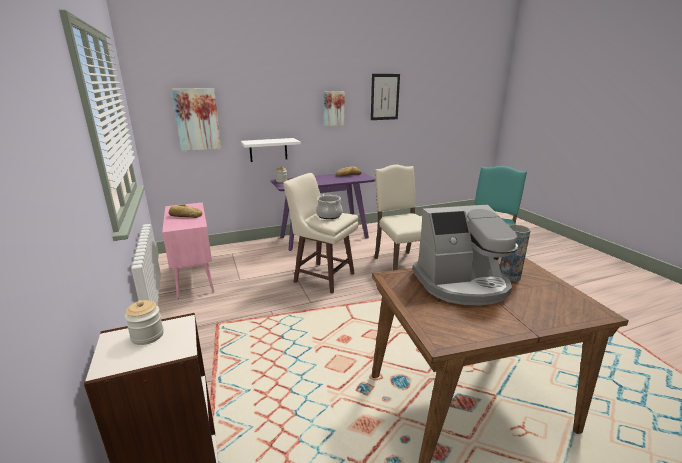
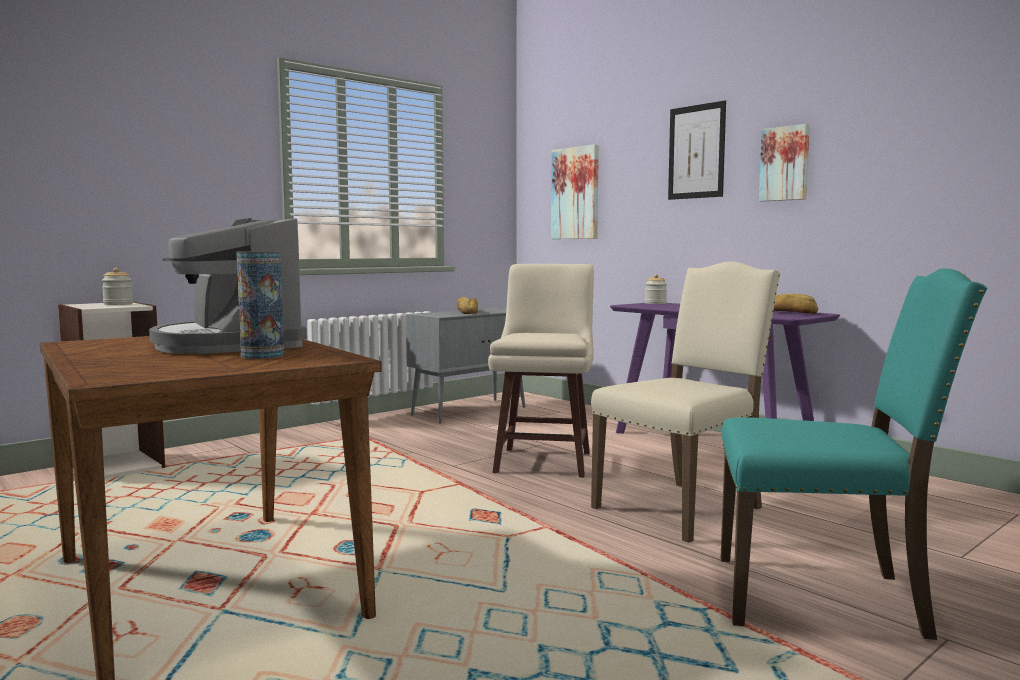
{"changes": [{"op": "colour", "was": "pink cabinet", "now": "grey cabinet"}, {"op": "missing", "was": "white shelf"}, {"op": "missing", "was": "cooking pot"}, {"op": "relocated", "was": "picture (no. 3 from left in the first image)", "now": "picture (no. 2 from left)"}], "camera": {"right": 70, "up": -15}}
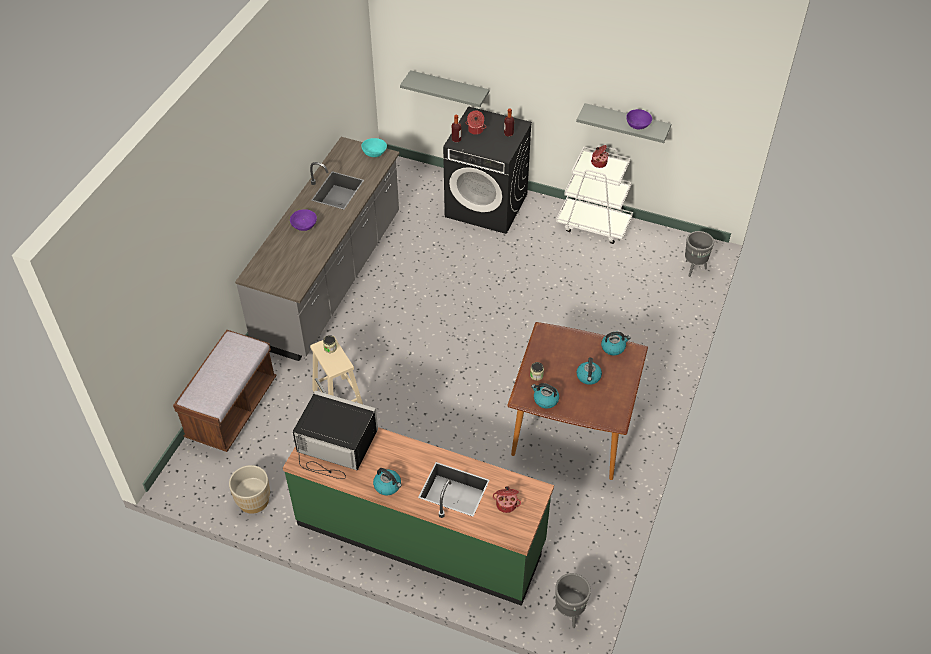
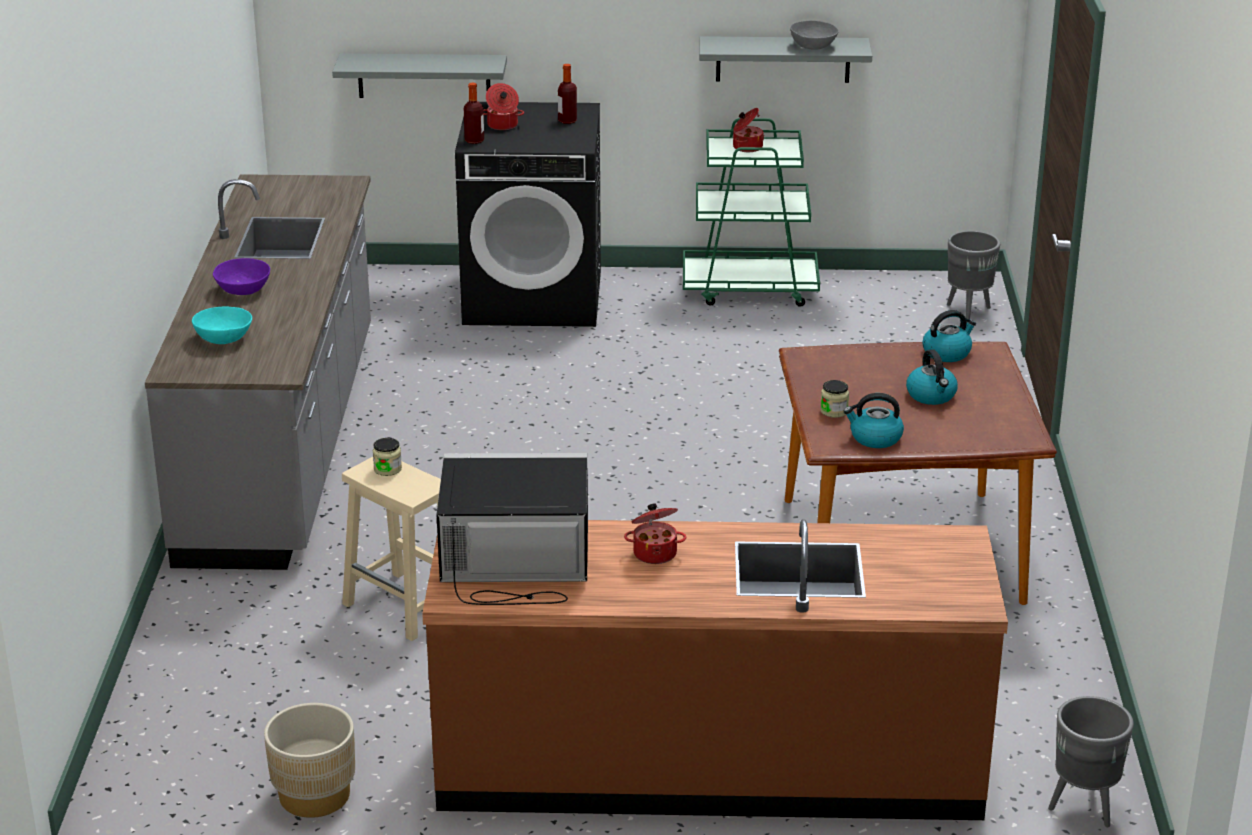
{"changes": [{"op": "missing", "was": "brown bench"}, {"op": "colour", "was": "green counter", "now": "brown counter"}, {"op": "relocated", "was": "turquoise bowl"}, {"op": "missing", "was": "kettle (no. 1 from left)"}, {"op": "relocated", "was": "cooking pot (no. 2 from left)"}, {"op": "colour", "was": "white cart", "now": "green cart"}, {"op": "colour", "was": "purple bowl (no. 2 from left)", "now": "grey bowl"}], "camera": {"right": -20, "up": -20}}
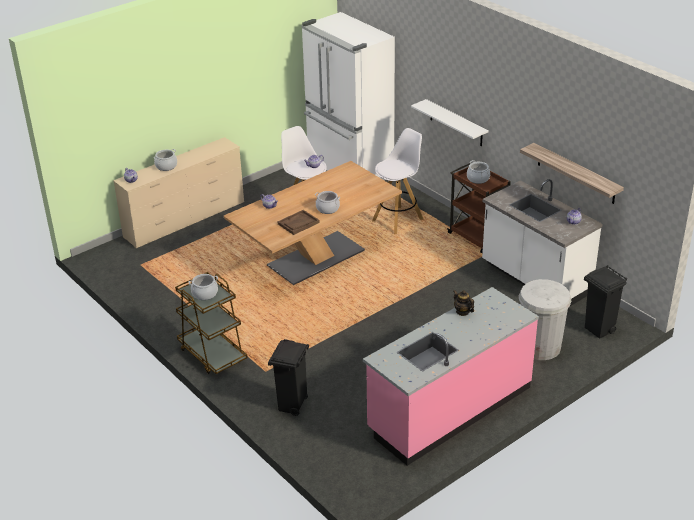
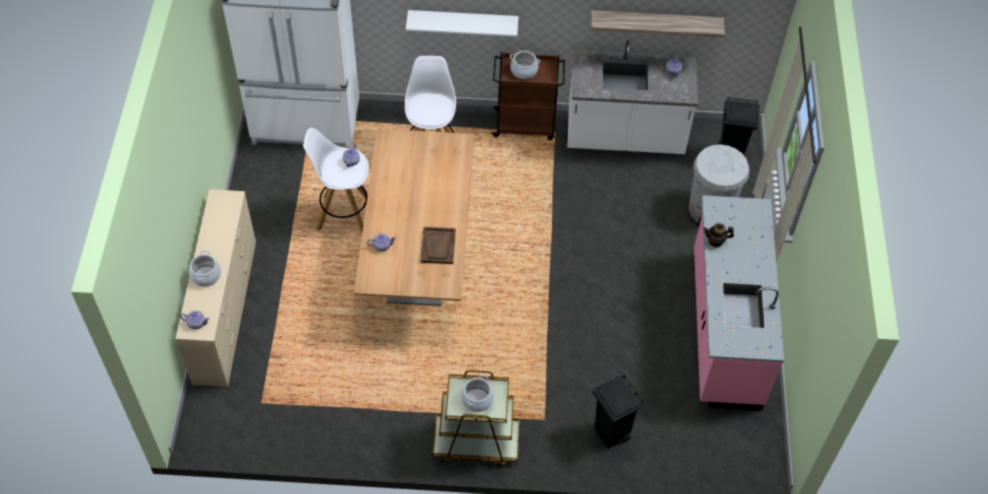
{"changes": [{"op": "missing", "was": "cooking pot (no. 3 from left)"}], "camera": {"right": -50, "up": 20}}
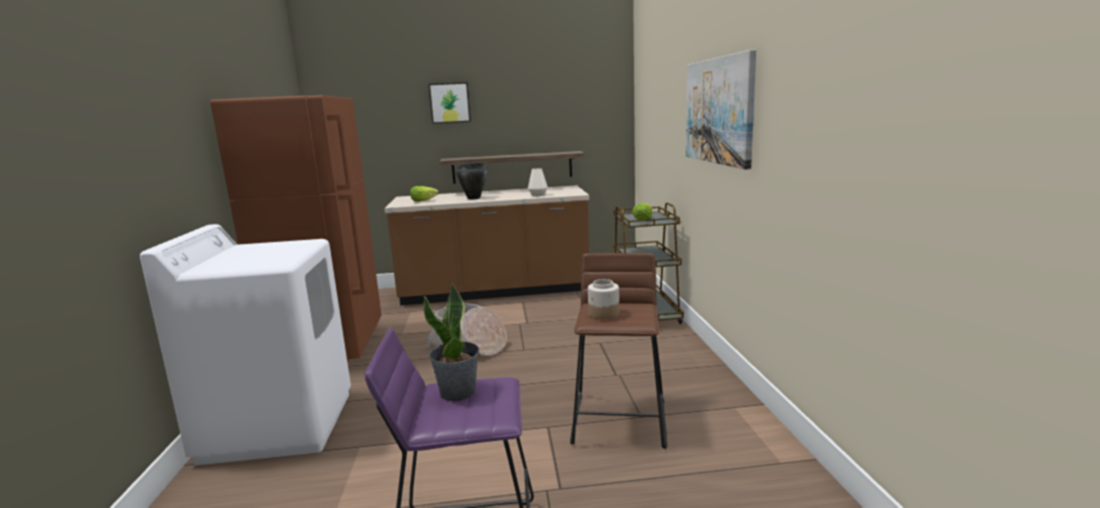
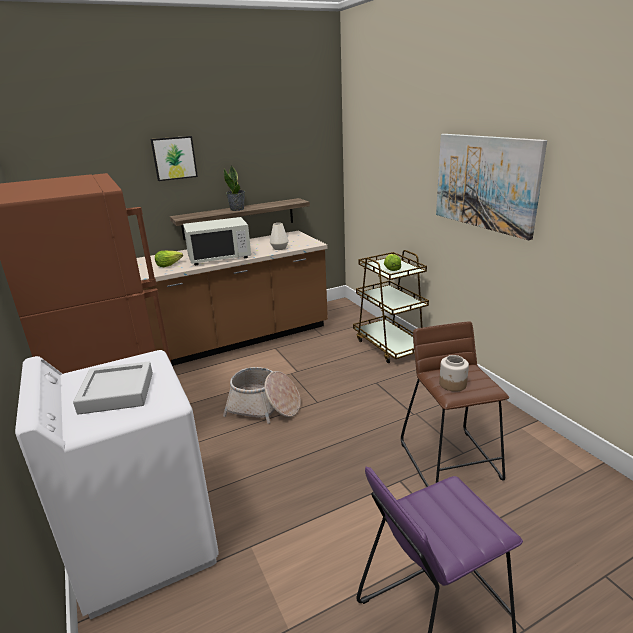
{"changes": [{"op": "relocated", "was": "potted plant"}, {"op": "exchanged", "was": "black cooking pot", "now": "white microwave"}, {"op": "appeared", "now": "grey tray"}], "camera": {"right": -20, "up": 10}}
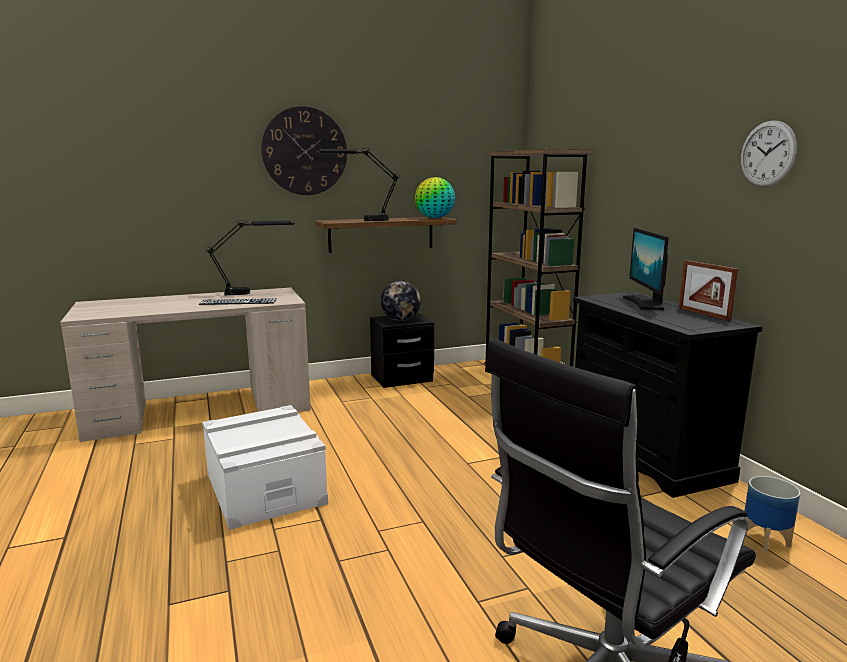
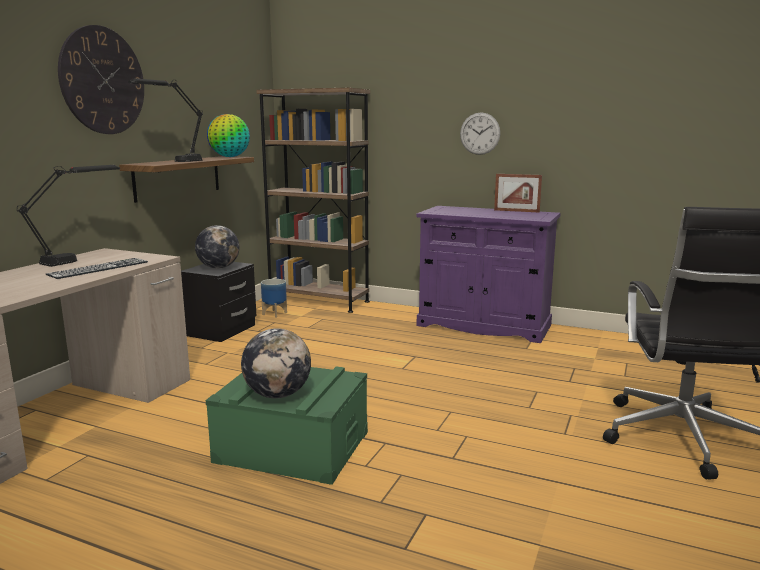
{"changes": [{"op": "colour", "was": "white storage box", "now": "green storage box"}, {"op": "colour", "was": "black cabinet", "now": "purple cabinet"}, {"op": "missing", "was": "monitor"}, {"op": "relocated", "was": "wall clock (no. 2 from left)"}, {"op": "relocated", "was": "planter"}, {"op": "appeared", "now": "globe (no. 3 from left)"}], "camera": {"right": -45, "up": 0}}
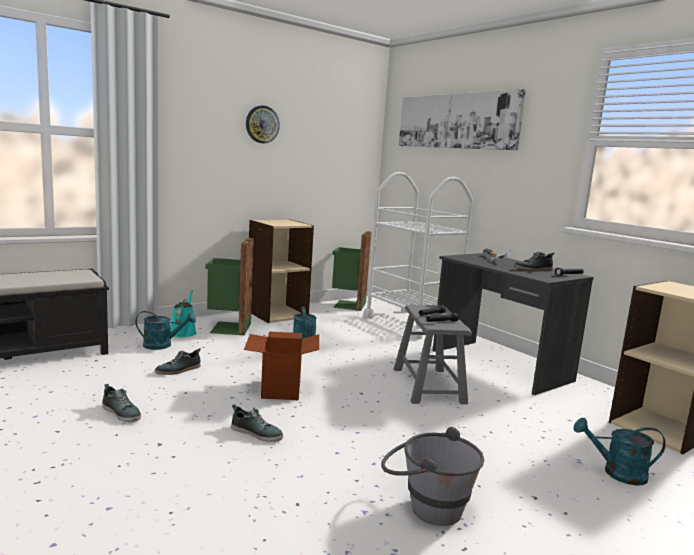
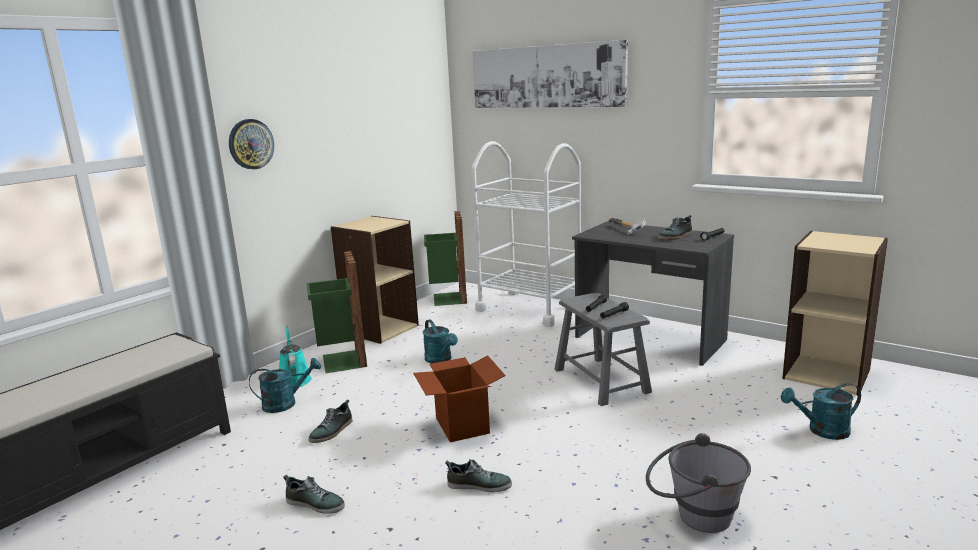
{"changes": [{"op": "relocated", "was": "wall clock"}], "camera": {"right": -15, "up": 5}}
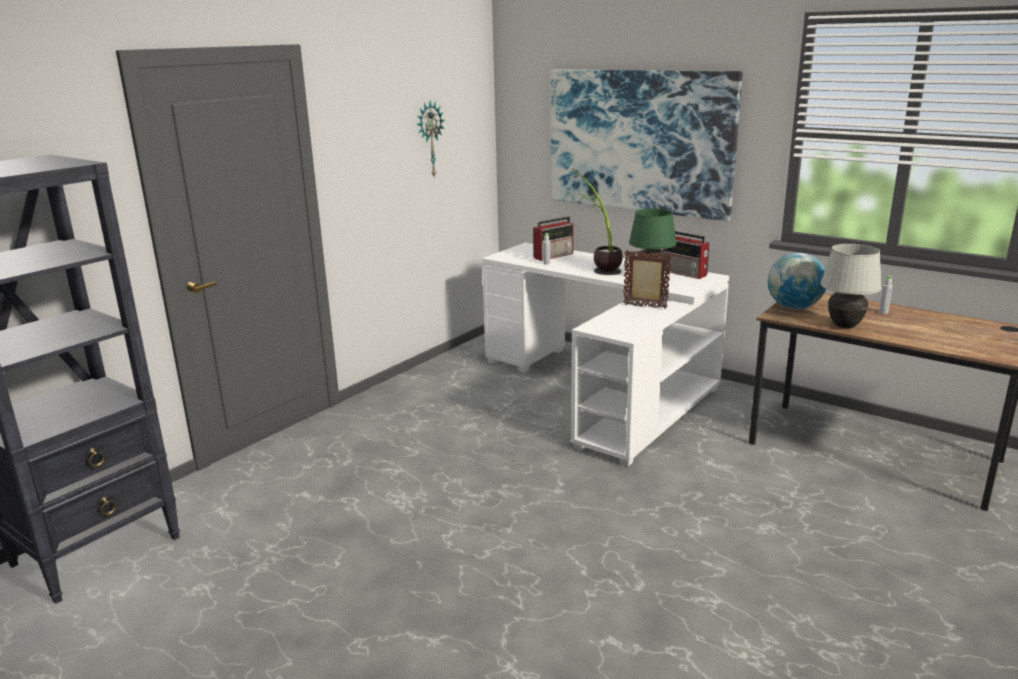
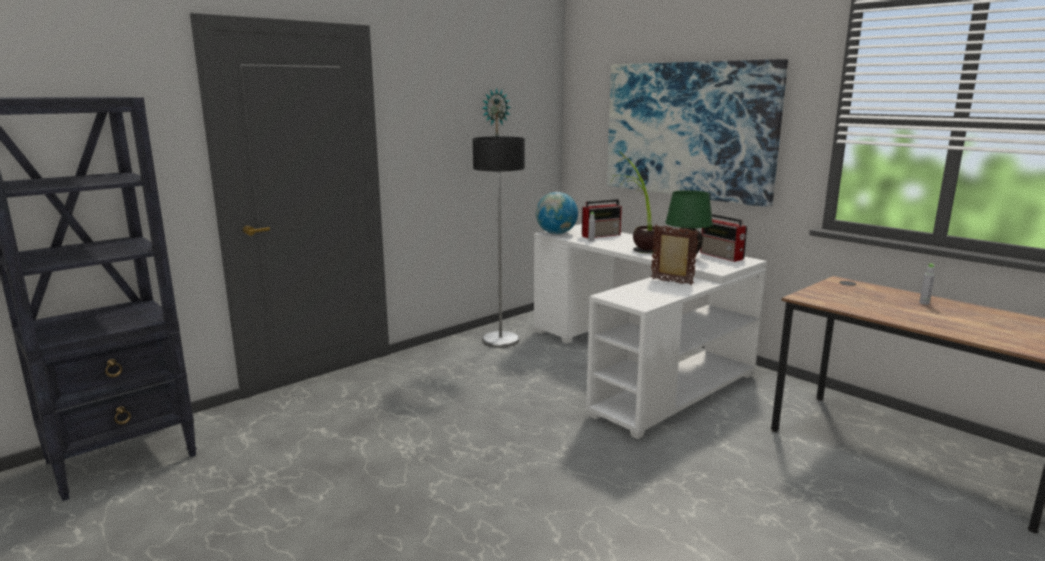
{"changes": [{"op": "relocated", "was": "globe"}, {"op": "missing", "was": "white table lamp"}, {"op": "appeared", "now": "floor lamp"}], "camera": {"right": 10, "up": -5}}
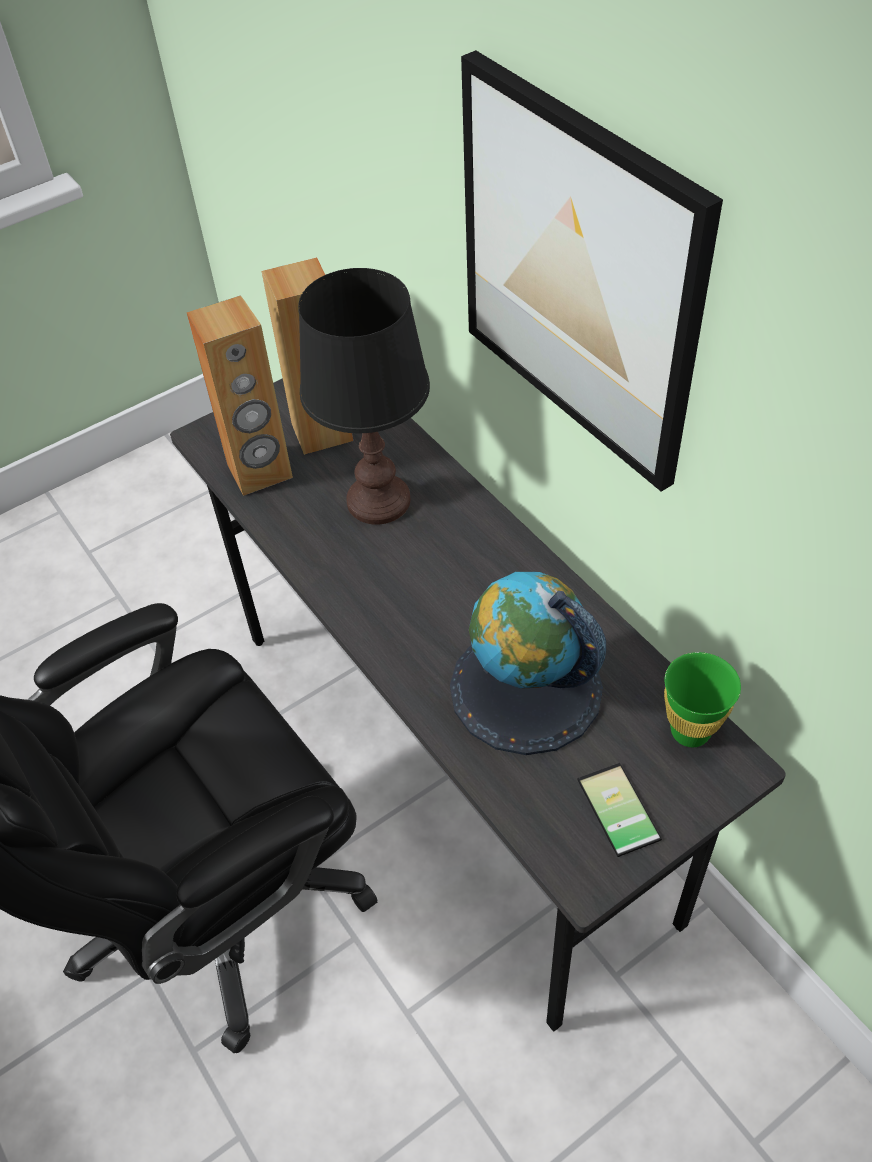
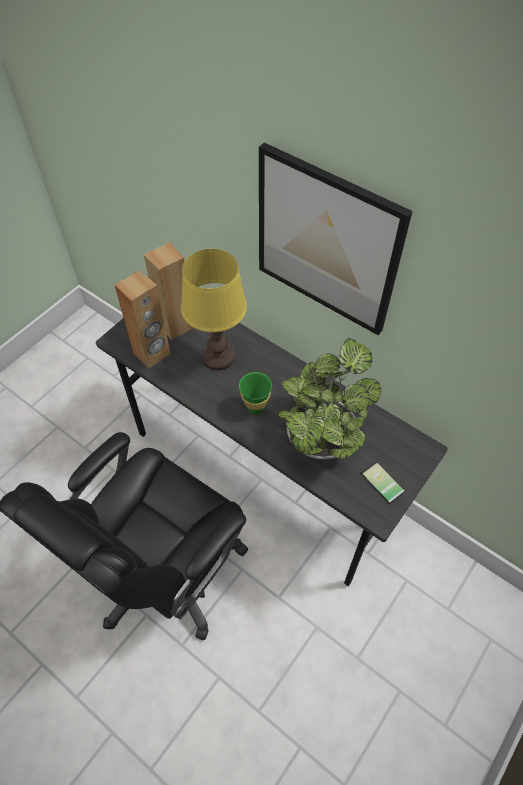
{"changes": [{"op": "colour", "was": "black table lamp", "now": "yellow table lamp"}, {"op": "exchanged", "was": "globe", "now": "potted plant"}, {"op": "relocated", "was": "green cup"}], "camera": {"right": -20, "up": 5}}
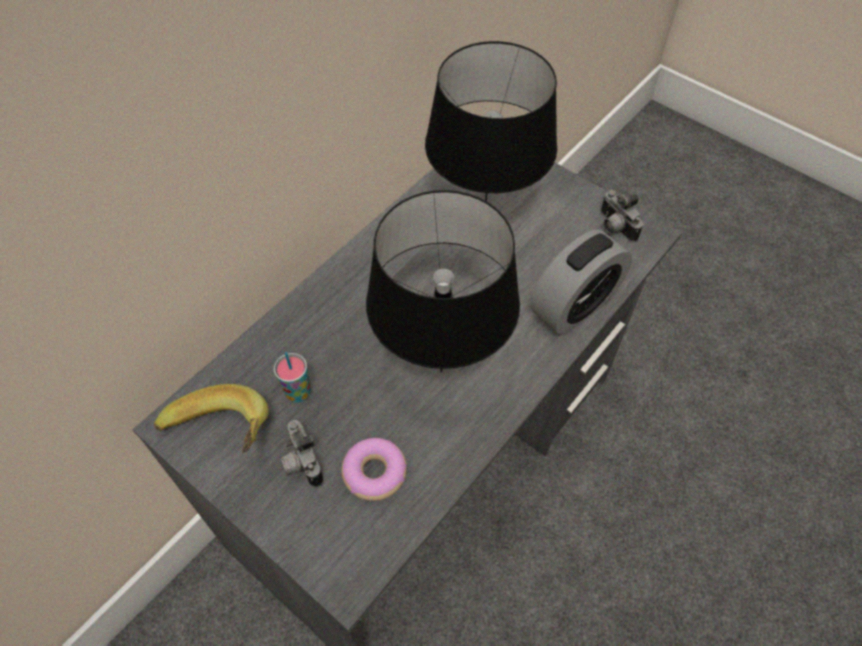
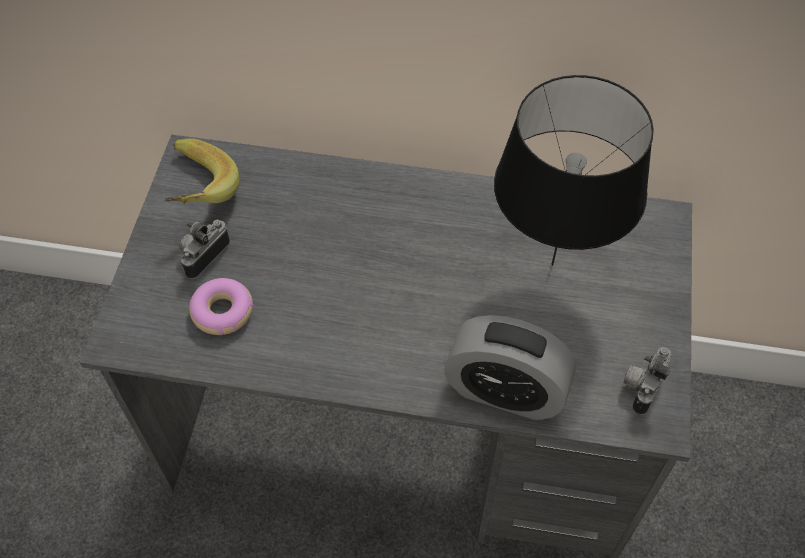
{"changes": [{"op": "missing", "was": "cup"}, {"op": "missing", "was": "black table lamp (no. 1 from left)"}], "camera": {"right": 60, "up": 0}}
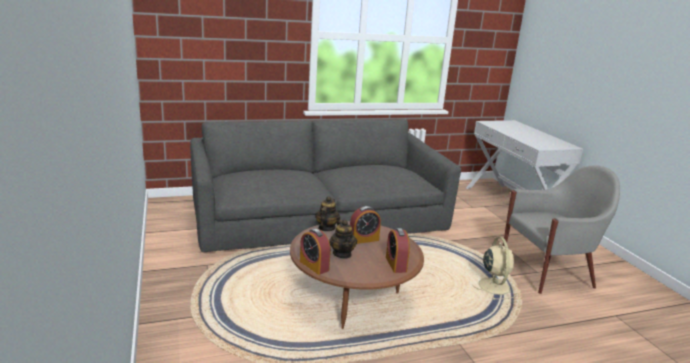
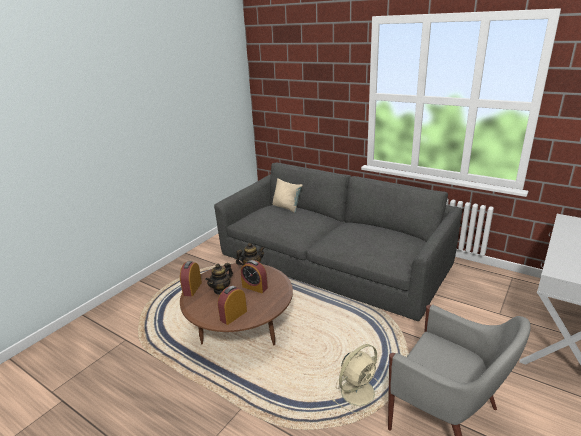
{"changes": [{"op": "appeared", "now": "beige pillow"}], "camera": {"right": 55, "up": 5}}
